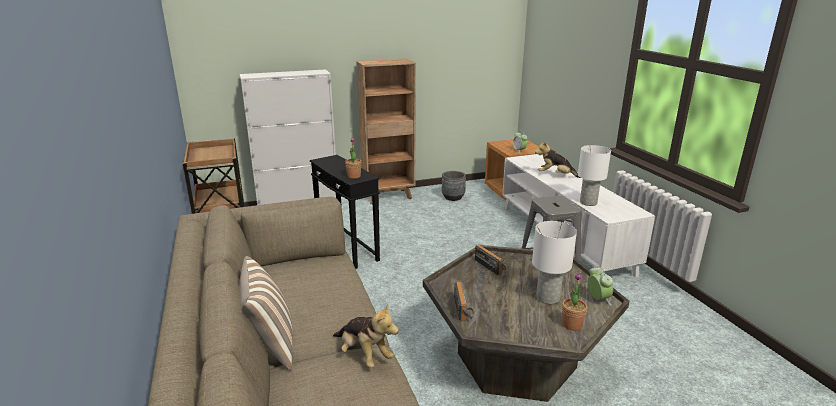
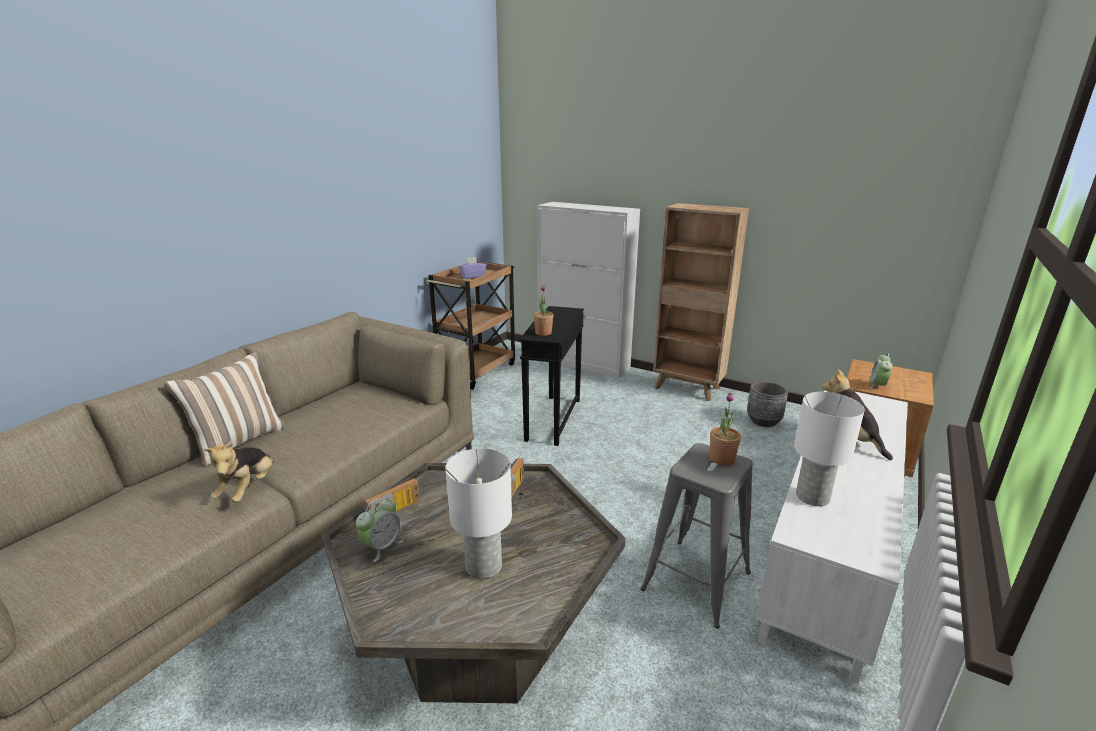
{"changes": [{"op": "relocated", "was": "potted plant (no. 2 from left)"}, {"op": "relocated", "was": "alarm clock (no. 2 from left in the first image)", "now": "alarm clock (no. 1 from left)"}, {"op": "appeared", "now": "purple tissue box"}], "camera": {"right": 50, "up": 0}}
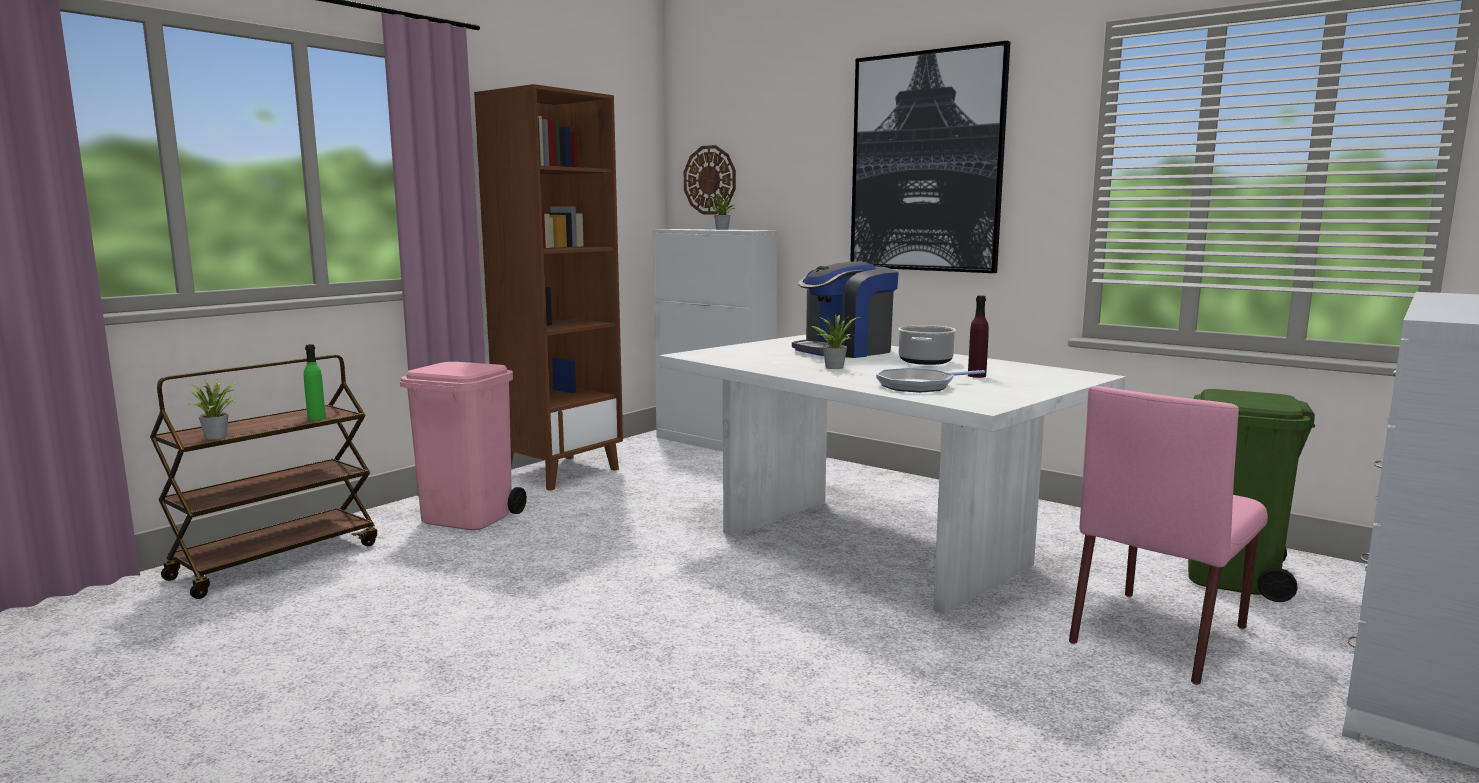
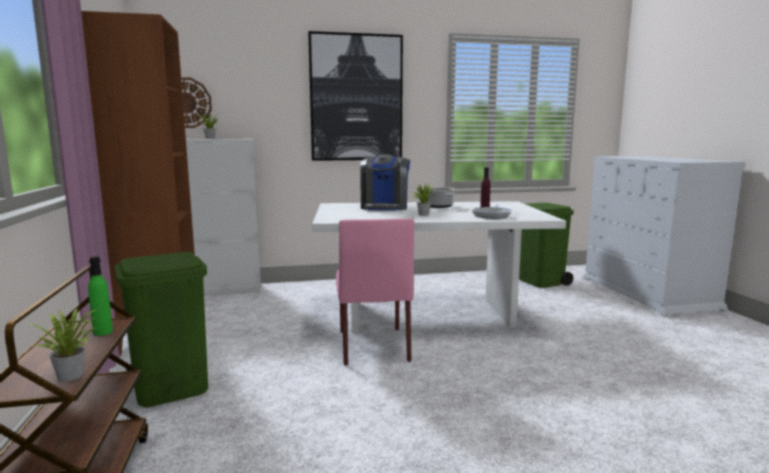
{"changes": [{"op": "colour", "was": "pink trash can", "now": "green trash can (no. 1 from left)"}, {"op": "relocated", "was": "pink chair"}], "camera": {"right": -50, "up": 0}}
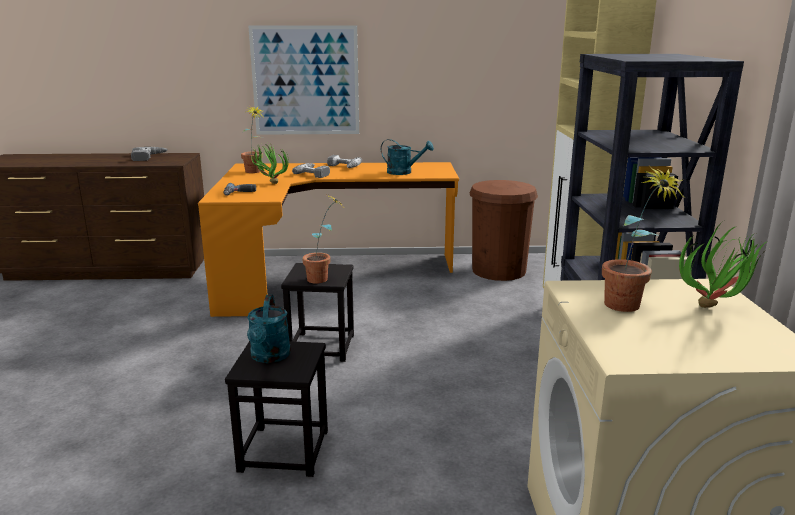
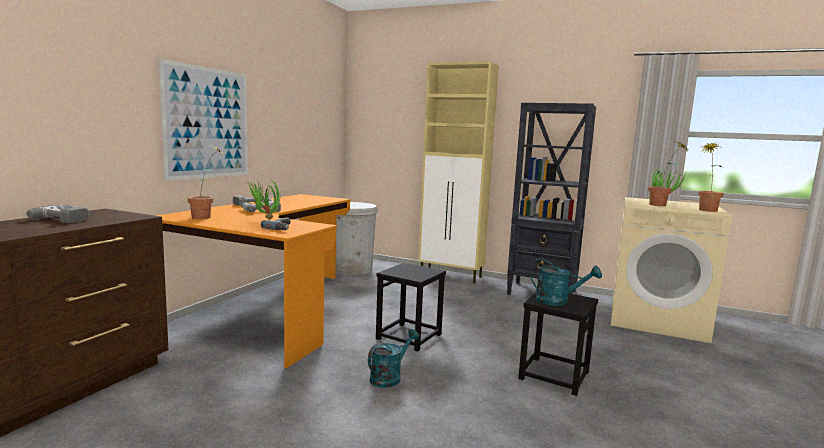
{"changes": [{"op": "relocated", "was": "potted plant (no. 3 from left in the first image)", "now": "potted plant (no. 5 from left)"}, {"op": "relocated", "was": "turquoise watering can (no. 2 from left in the first image)", "now": "turquoise watering can (no. 1 from left)"}, {"op": "colour", "was": "brown trash can", "now": "white trash can"}], "camera": {"right": -65, "up": -10}}
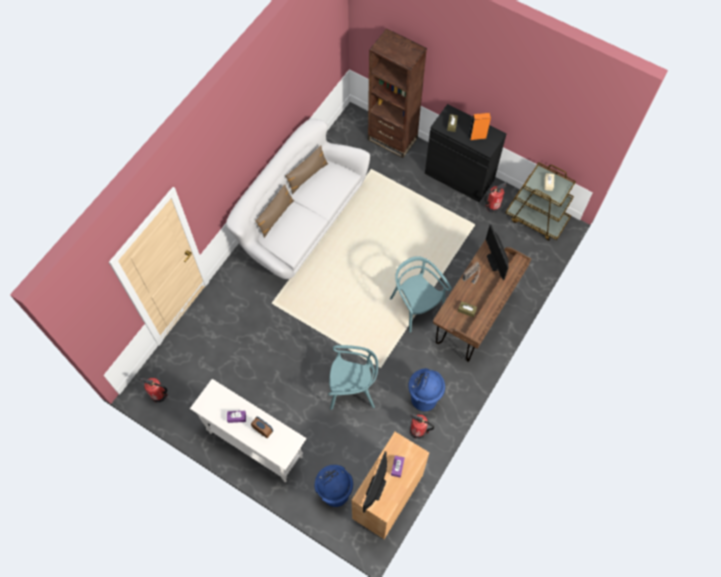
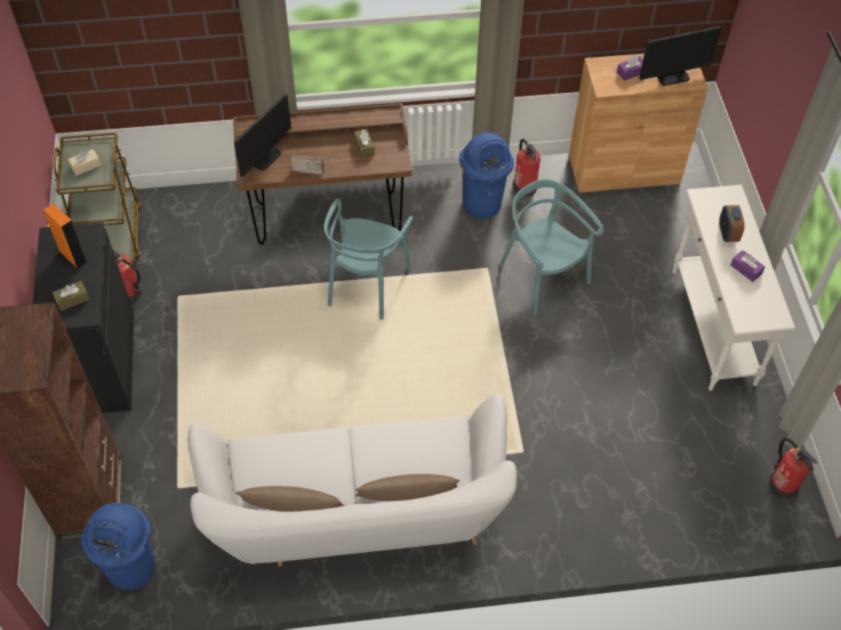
{"changes": [{"op": "relocated", "was": "blue trash can (no. 1 from left)"}], "camera": {"right": -130, "up": -10}}
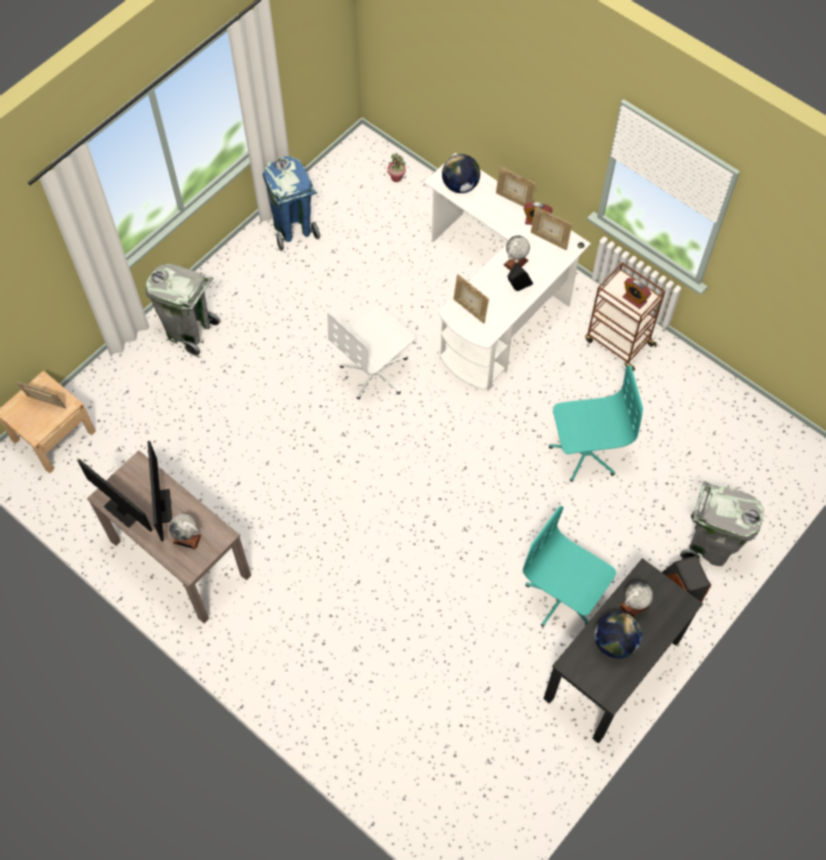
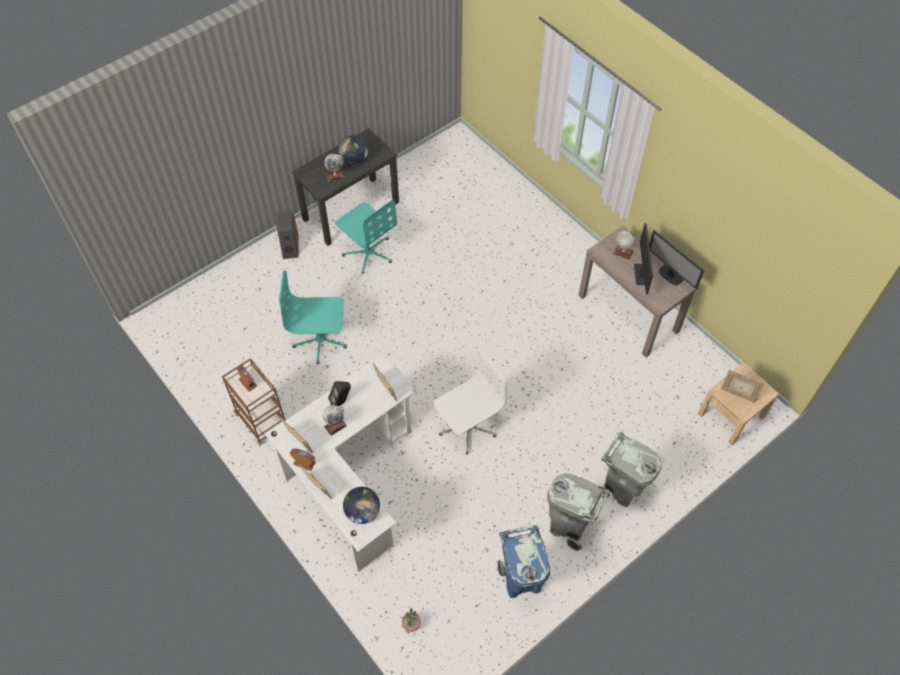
{"changes": [{"op": "relocated", "was": "grey trash can (no. 2 from left in the first image)", "now": "grey trash can (no. 1 from left)"}], "camera": {"right": -170, "up": -5}}
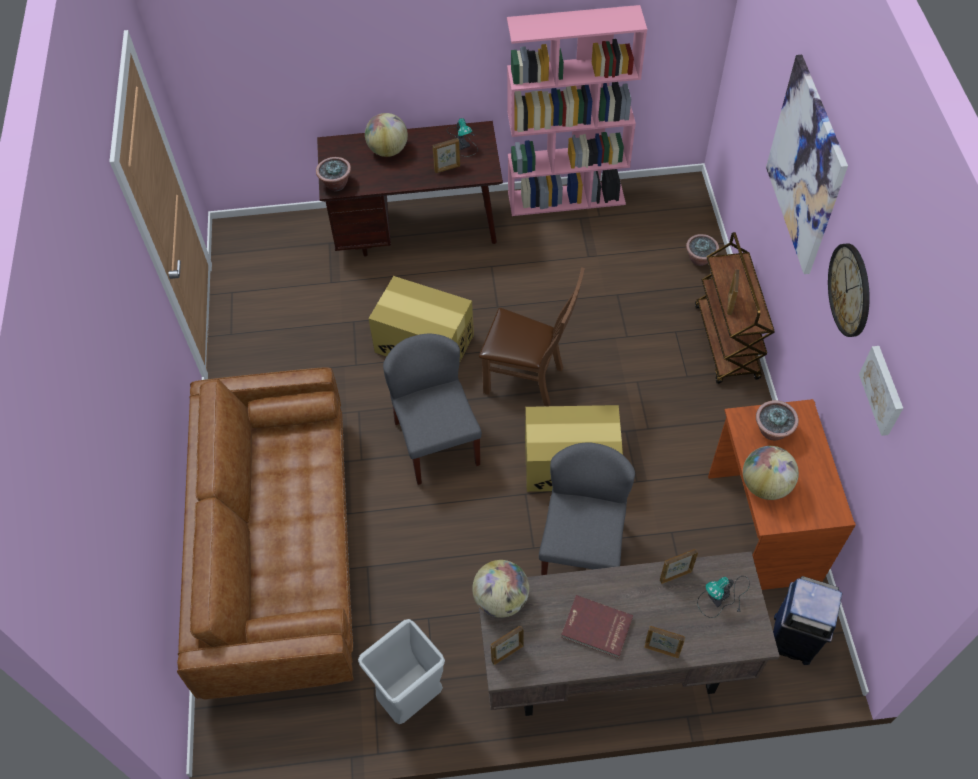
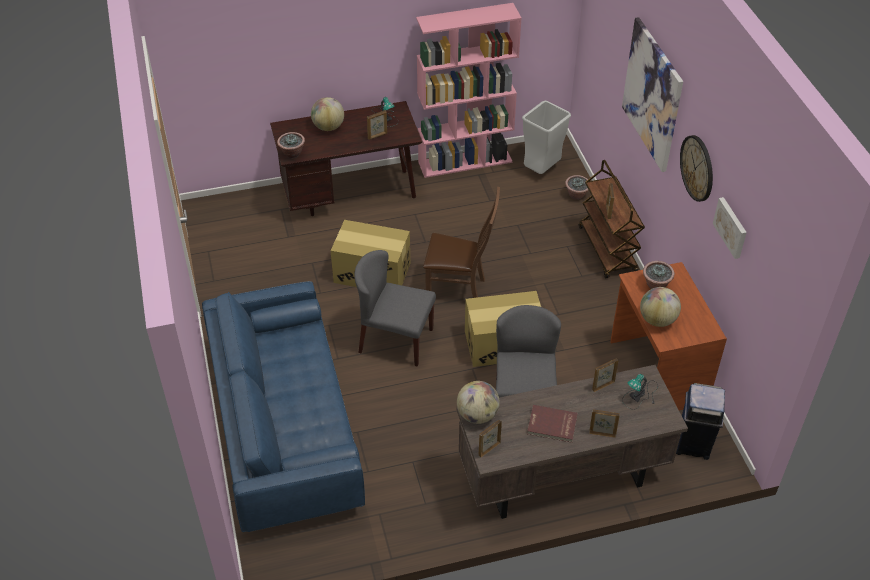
{"changes": [{"op": "colour", "was": "brown sofa", "now": "blue sofa"}, {"op": "relocated", "was": "grey trash can"}, {"op": "spun", "was": "grey chair (no. 1 from left)", "clockwise": -45}], "camera": {"right": -10, "up": -10}}
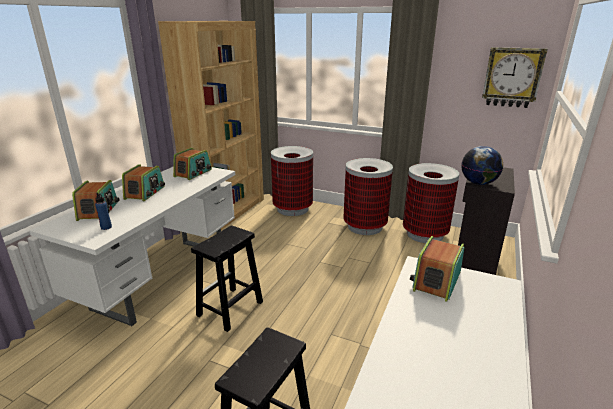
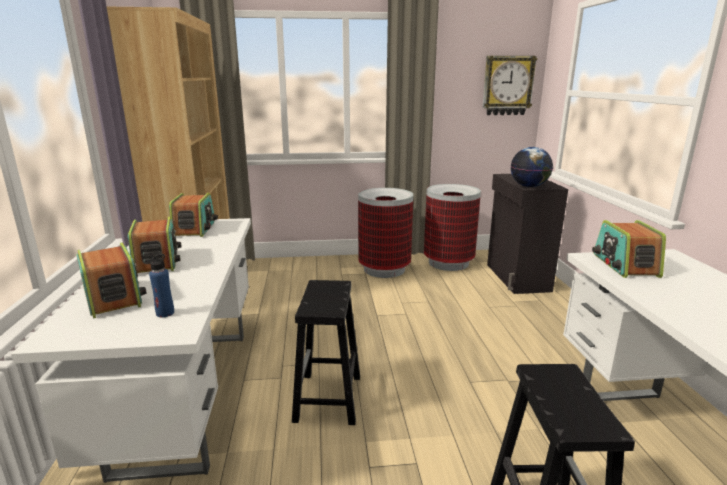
{"changes": [{"op": "missing", "was": "trash can (no. 1 from left)"}], "camera": {"right": -30, "up": -5}}
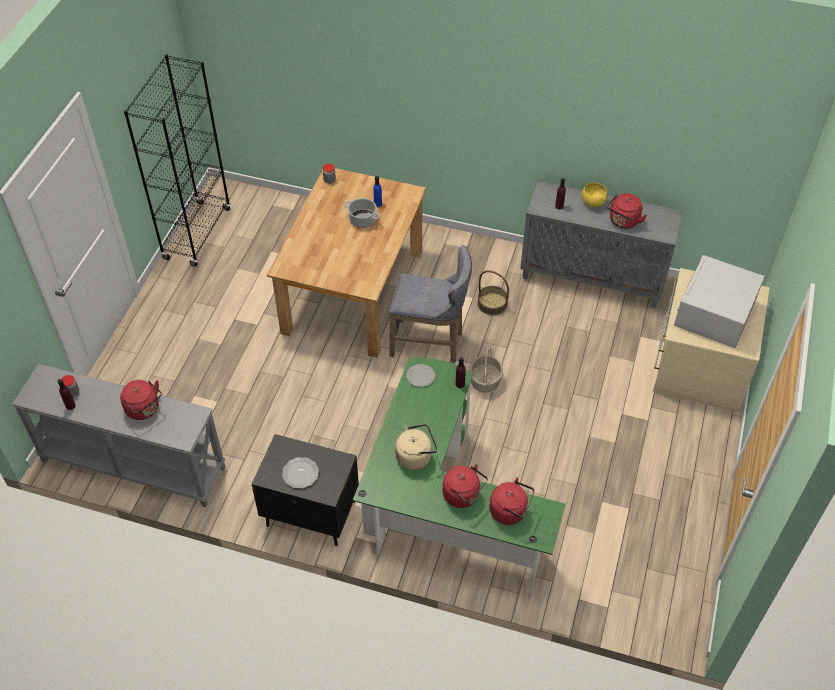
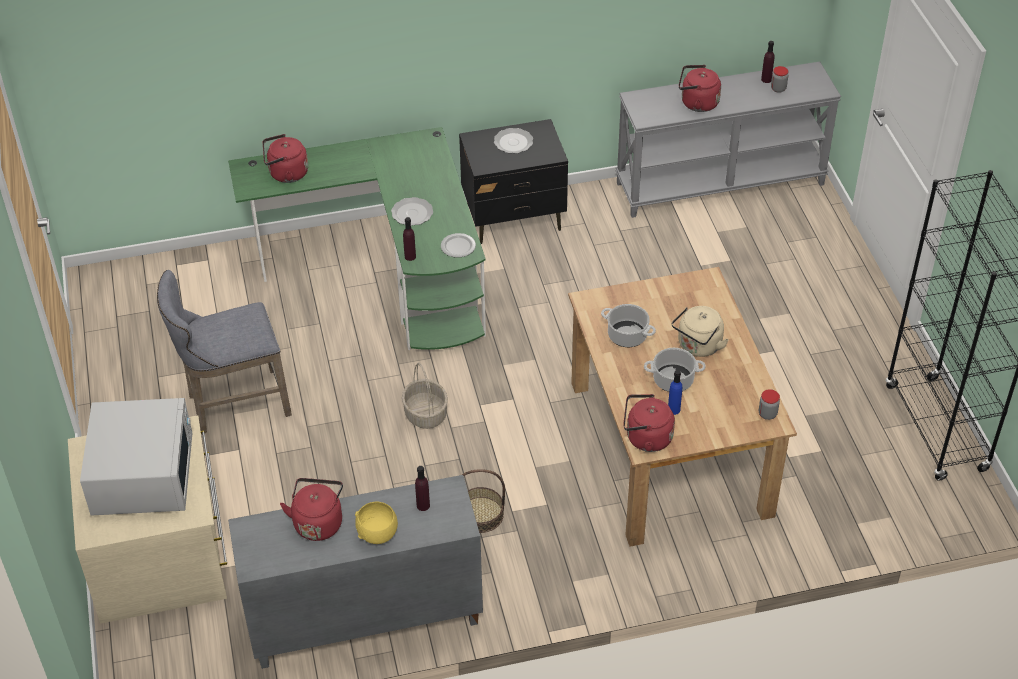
{"changes": [{"op": "relocated", "was": "grey stool"}, {"op": "relocated", "was": "beige kettle"}, {"op": "relocated", "was": "red kettle (no. 2 from left in the first image)", "now": "red kettle (no. 3 from left)"}, {"op": "appeared", "now": "plate (no. 1 from left)"}, {"op": "appeared", "now": "cooking pot (no. 1 from left)"}], "camera": {"right": 150, "up": -5}}
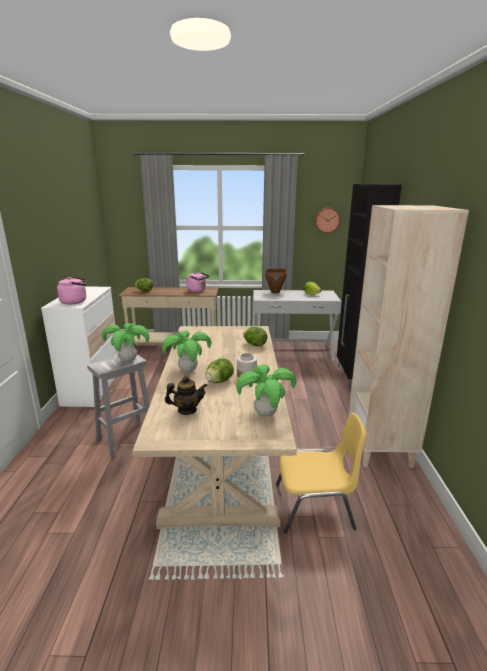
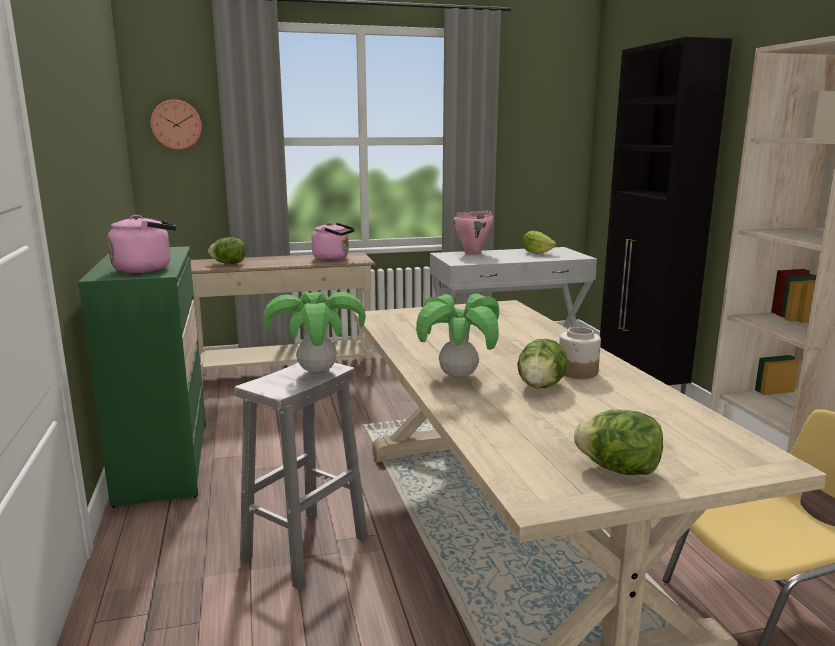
{"changes": [{"op": "colour", "was": "white dresser", "now": "green dresser"}, {"op": "missing", "was": "teapot"}, {"op": "missing", "was": "potted plant (no. 3 from left)"}, {"op": "relocated", "was": "lettuce (no. 3 from left in the first image)", "now": "lettuce (no. 4 from left)"}, {"op": "colour", "was": "brown cooking pot", "now": "pink cooking pot"}, {"op": "relocated", "was": "wall clock"}], "camera": {"right": -15, "up": -5}}
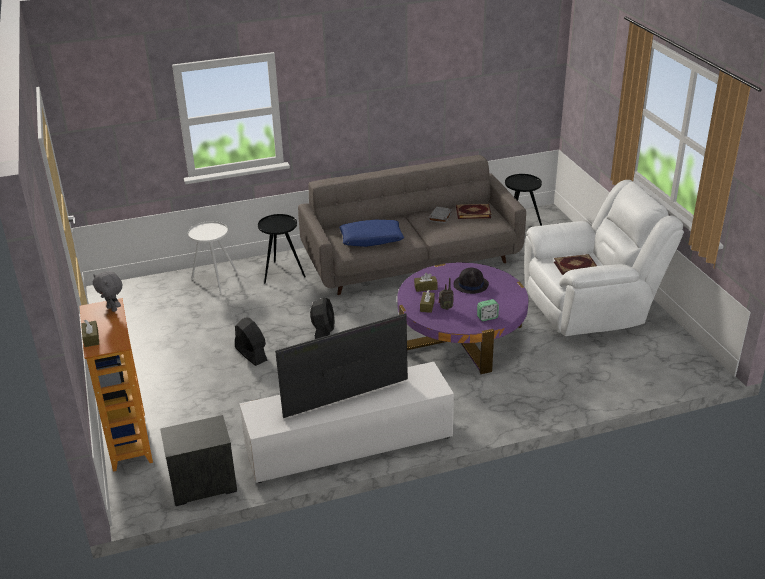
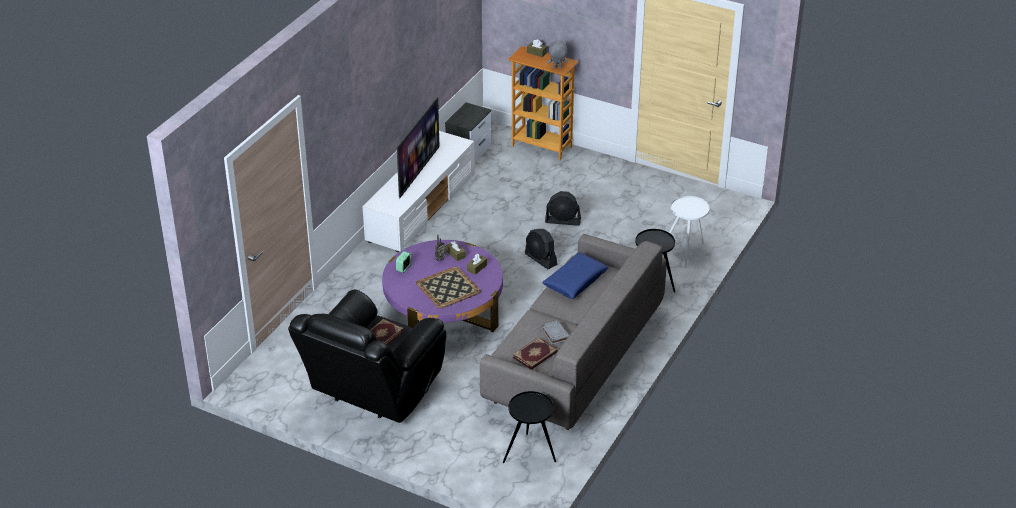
{"changes": [{"op": "exchanged", "was": "black hat", "now": "tray"}, {"op": "colour", "was": "white armchair", "now": "black armchair"}], "camera": {"right": 135, "up": 5}}
